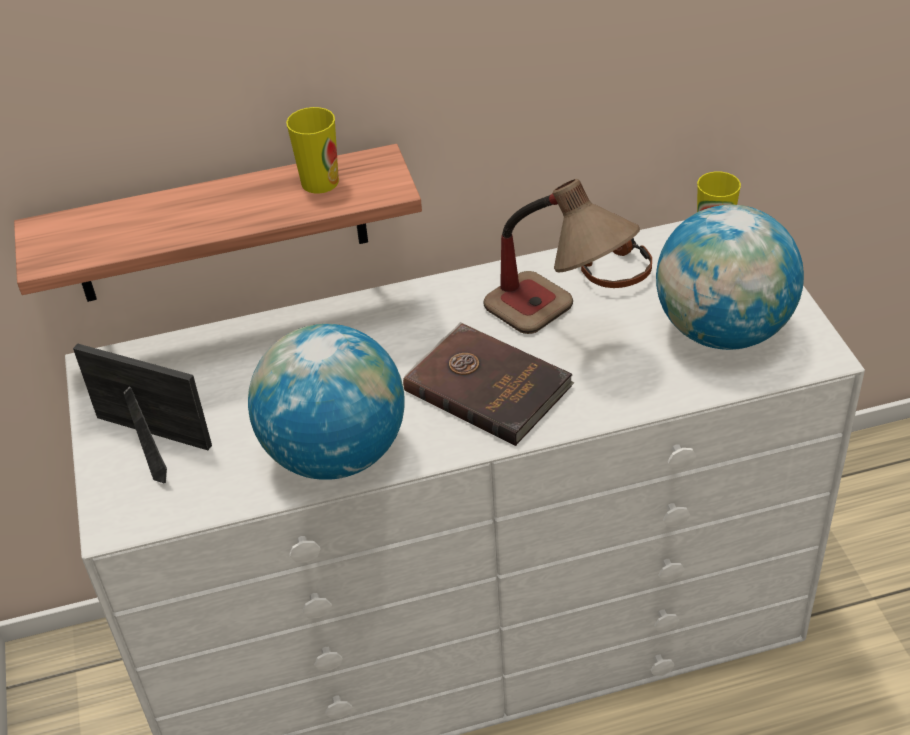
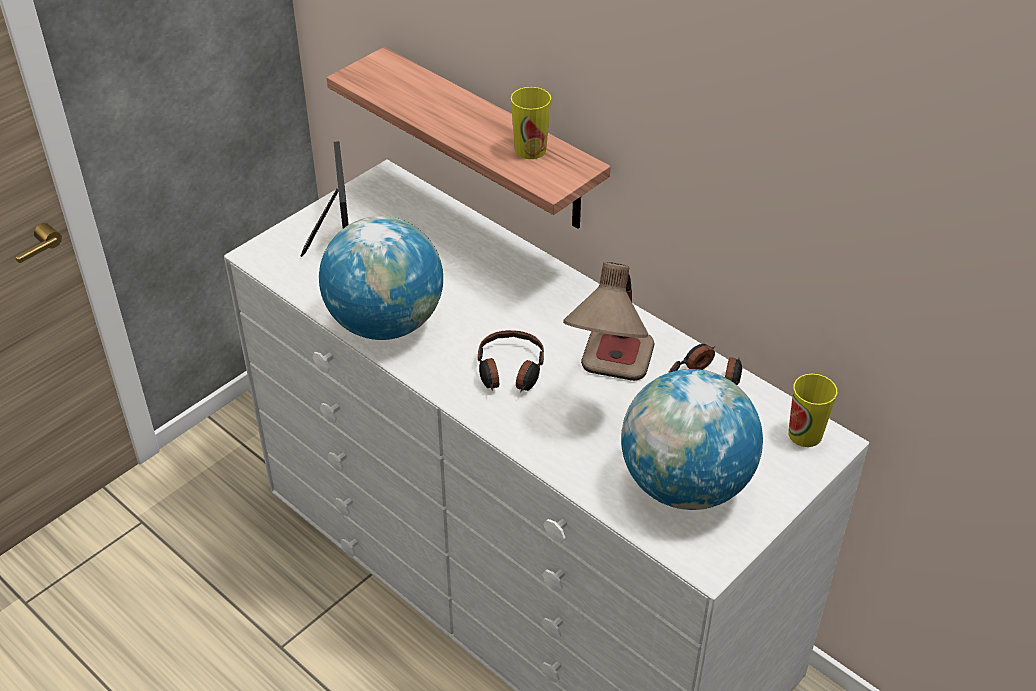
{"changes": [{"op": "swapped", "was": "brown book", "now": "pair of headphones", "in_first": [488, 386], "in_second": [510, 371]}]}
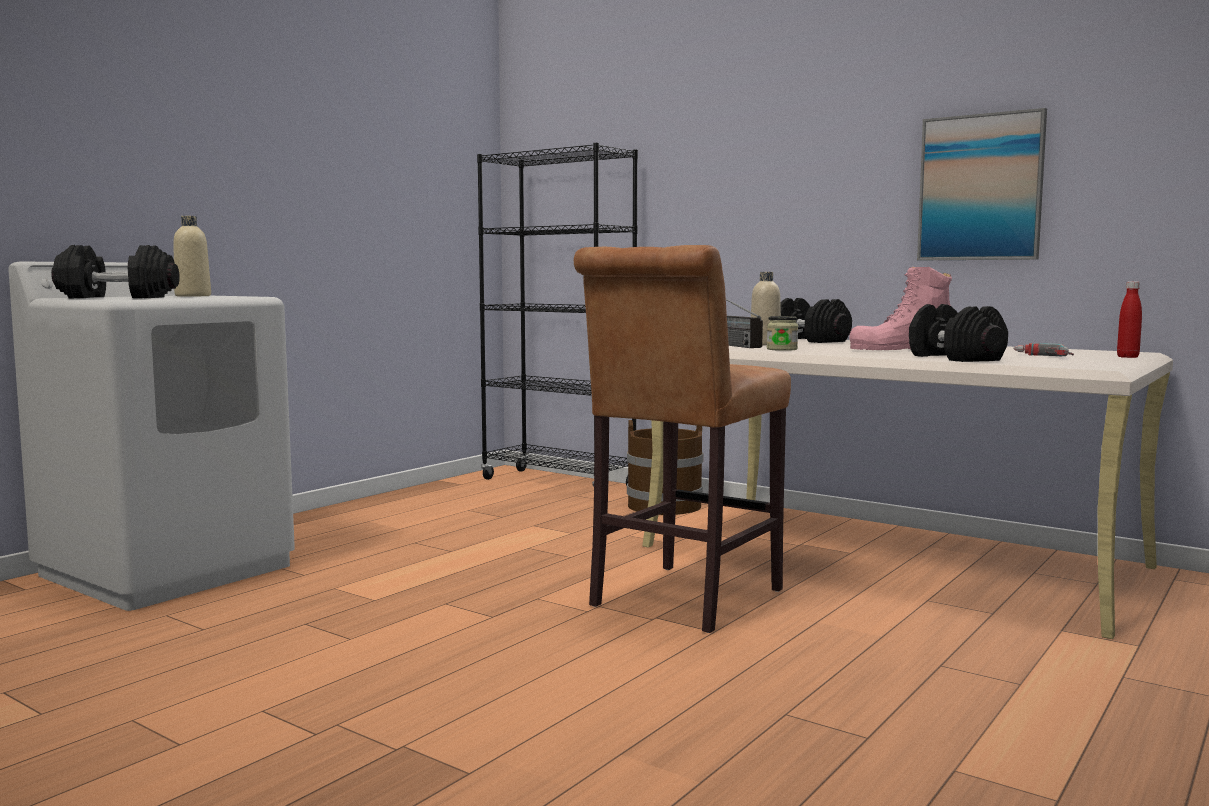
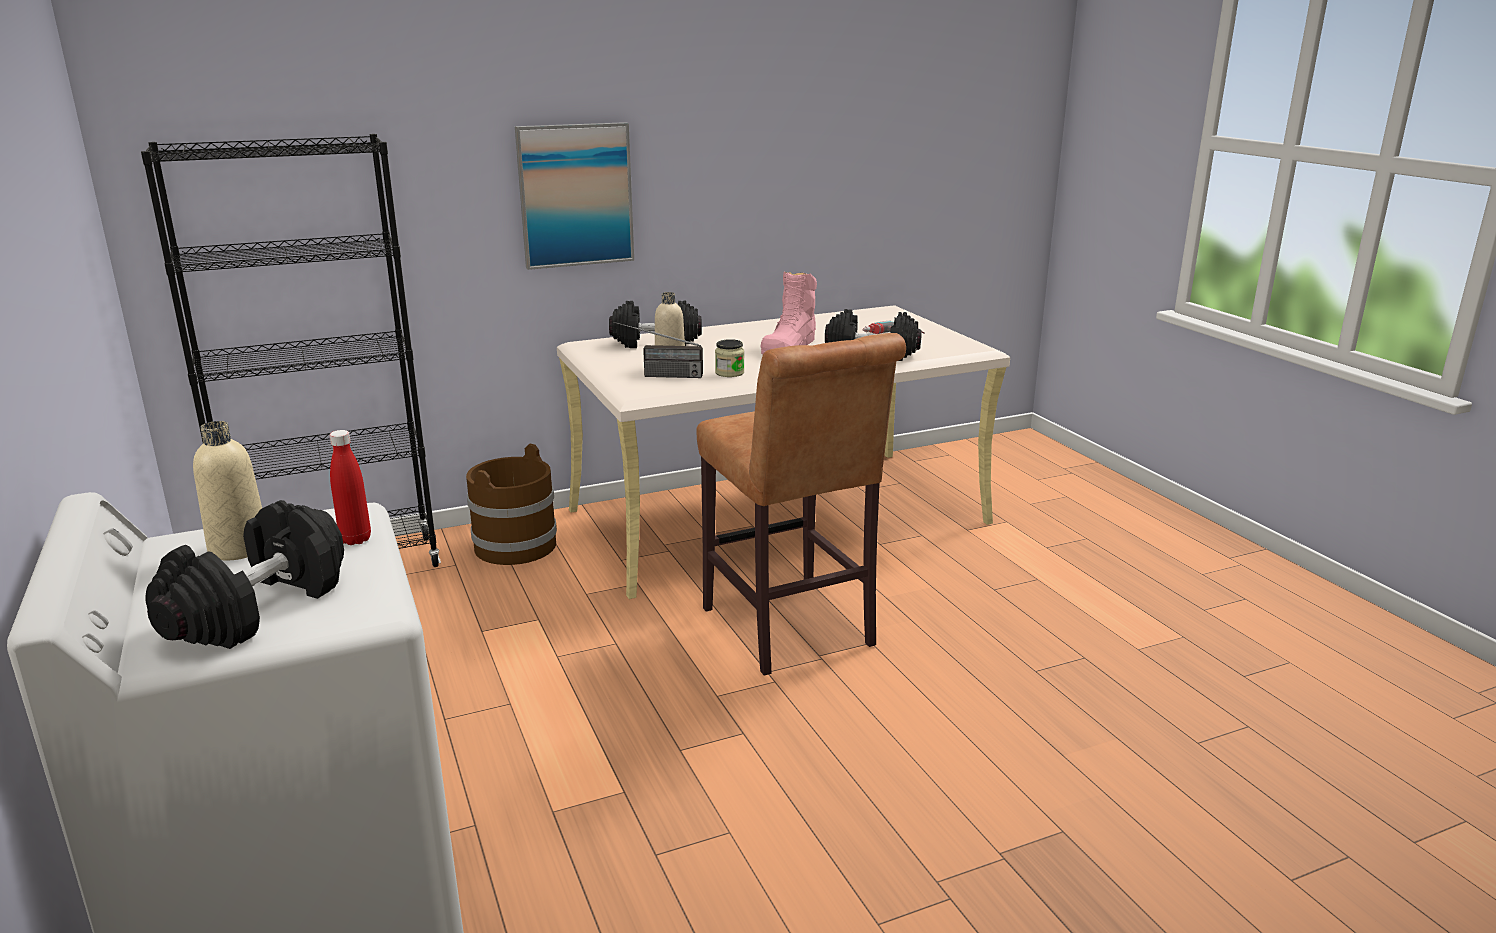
{"changes": [{"op": "shifted", "was": "reddish drink bottle", "in_first": [1127, 357], "in_second": [355, 539]}, {"op": "shifted", "was": "wall picture", "in_first": [980, 188], "in_second": [575, 195]}]}
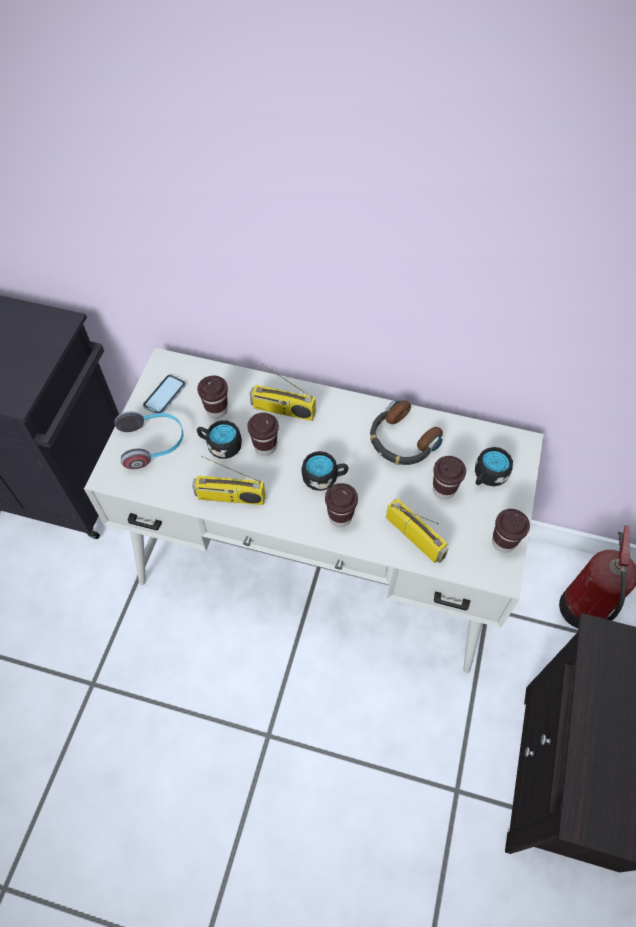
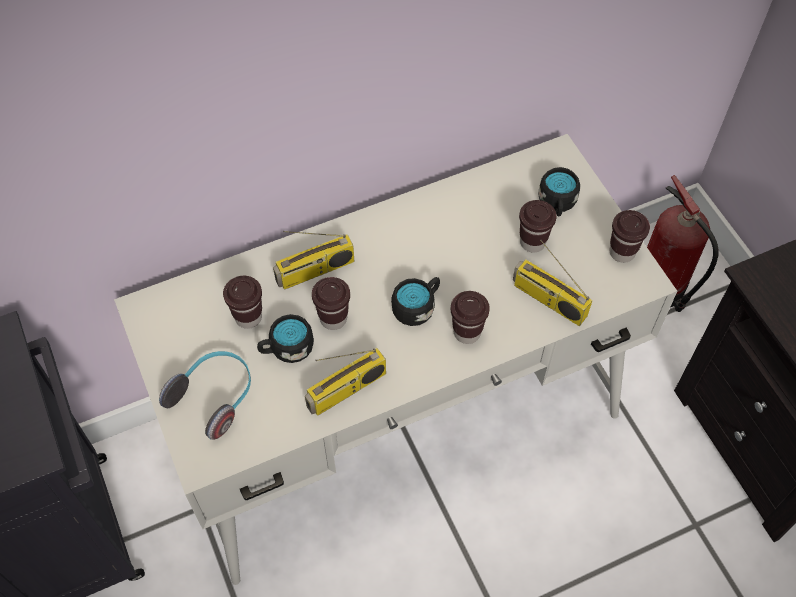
{"changes": [{"op": "rotated", "was": "radio", "in_first": [416, 536], "in_second": [548, 300], "clockwise": -150}, {"op": "gone", "was": "phone", "in_first": [165, 395]}, {"op": "gone", "was": "pair of headphones", "in_first": [401, 440]}]}
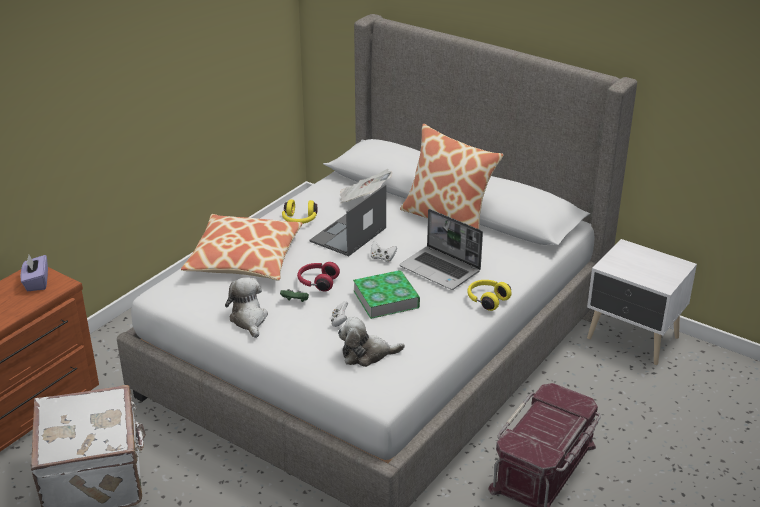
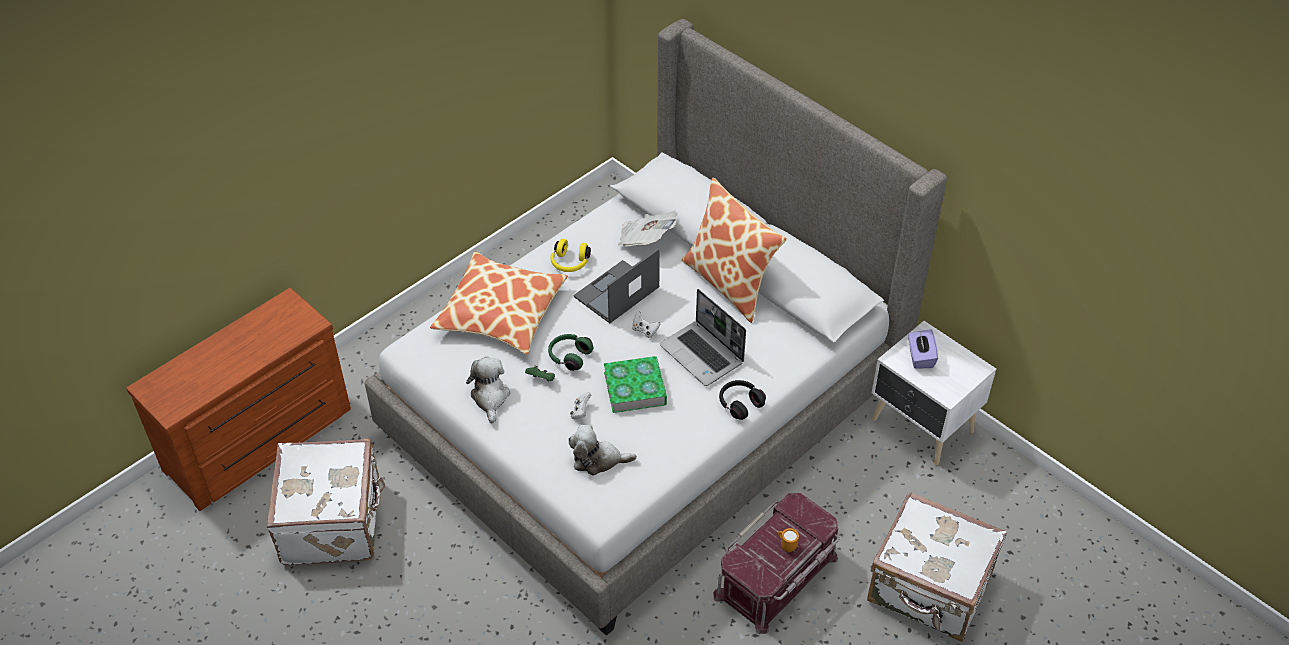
{"changes": [{"op": "repainted", "was": "reddish pair of headphones", "now": "green pair of headphones", "in_first": [317, 282], "in_second": [569, 356]}, {"op": "repainted", "was": "yellow pair of headphones", "now": "blackish pair of headphones", "in_first": [486, 300], "in_second": [739, 403]}, {"op": "new", "now": "orange mug", "in_second": [786, 546]}, {"op": "new", "now": "white piece of luggage", "in_second": [929, 589]}, {"op": "shifted", "was": "purplish tissue holder", "in_first": [36, 282], "in_second": [920, 357]}]}
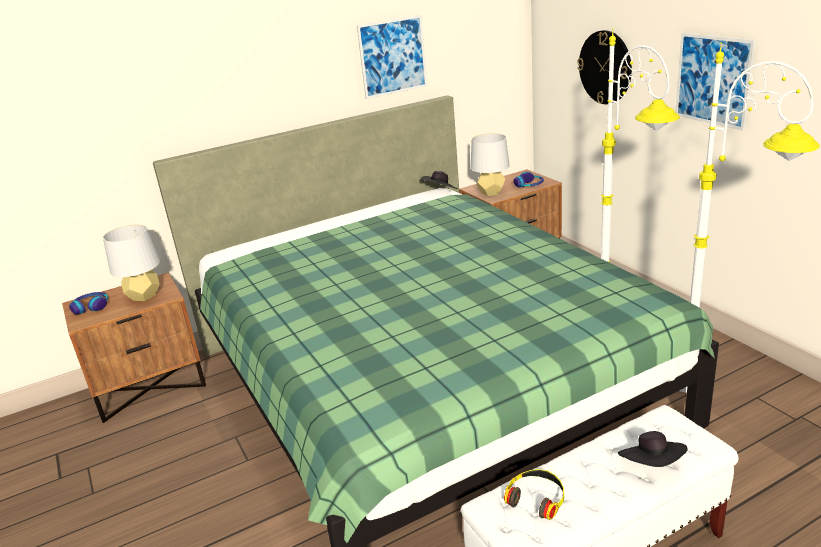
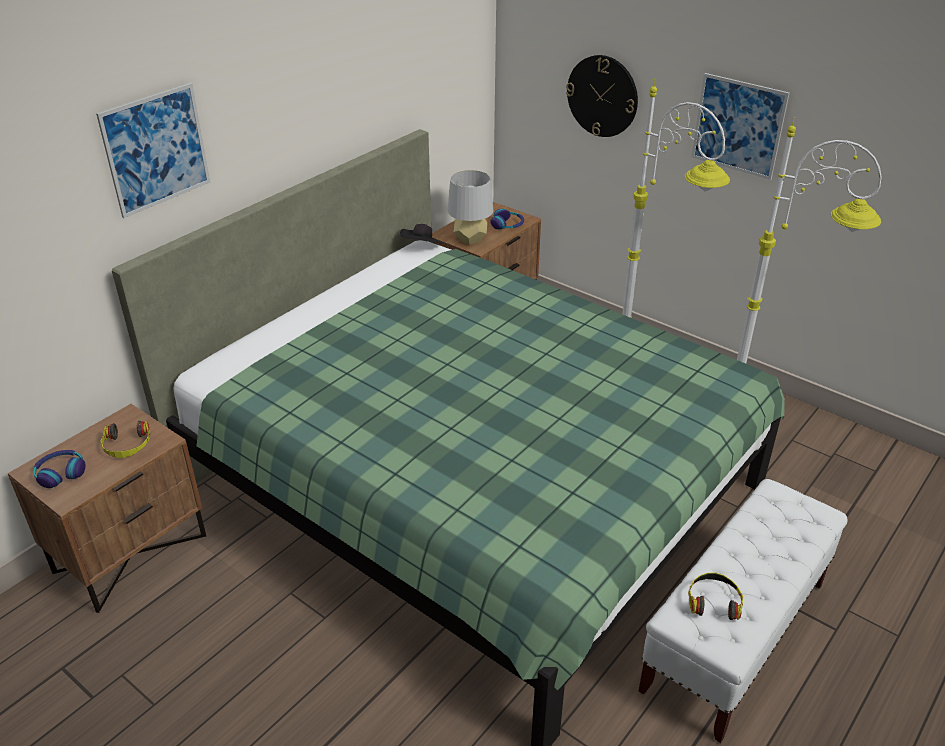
{"changes": [{"op": "shifted", "was": "wall picture", "in_first": [392, 56], "in_second": [156, 150]}, {"op": "swapped", "was": "greyish table lamp", "now": "pair of headphones", "in_first": [144, 296], "in_second": [127, 445]}, {"op": "gone", "was": "blackish hat", "in_first": [652, 465]}]}
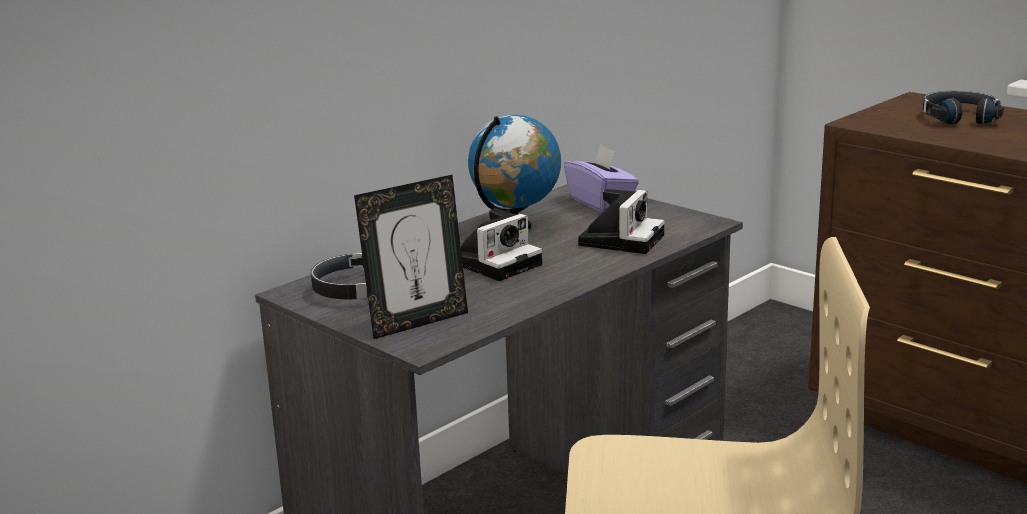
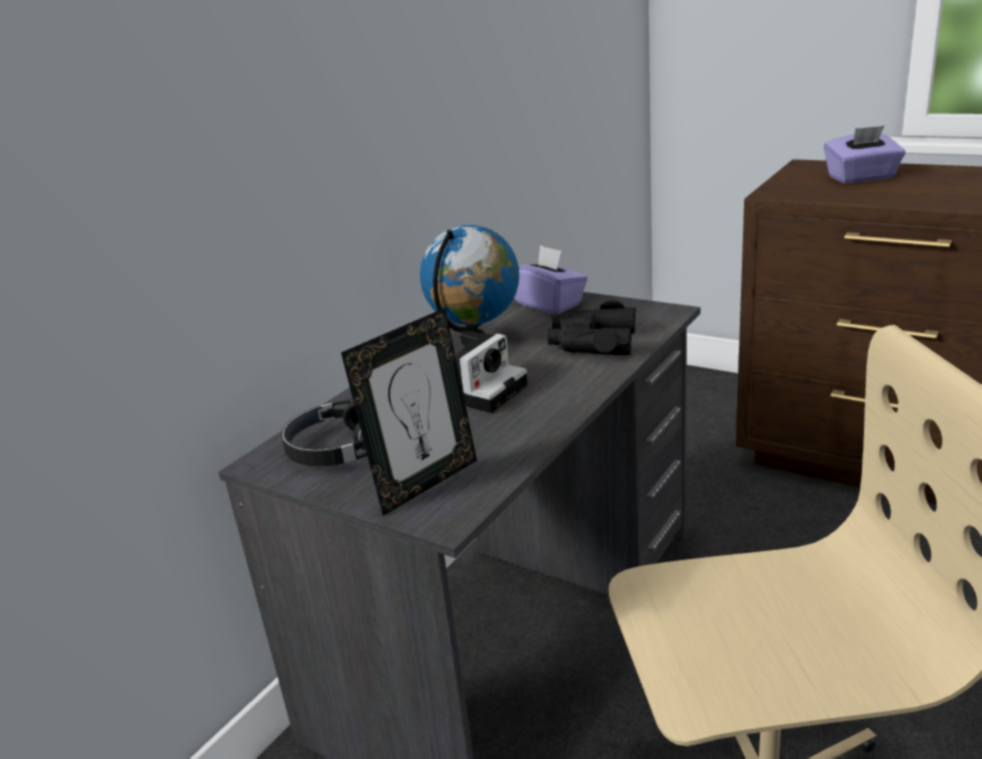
{"changes": [{"op": "swapped", "was": "photo camera", "now": "blackish pair of binoculars", "in_first": [621, 239], "in_second": [592, 342]}, {"op": "swapped", "was": "blackish pair of headphones", "now": "purplish tissue holder", "in_first": [959, 117], "in_second": [861, 178]}]}
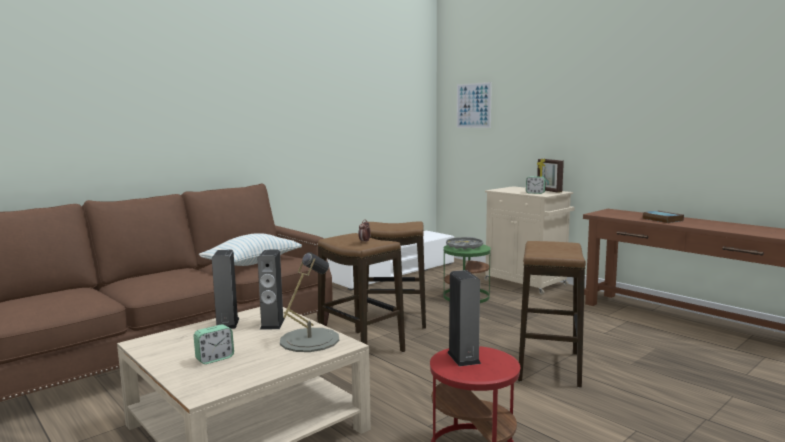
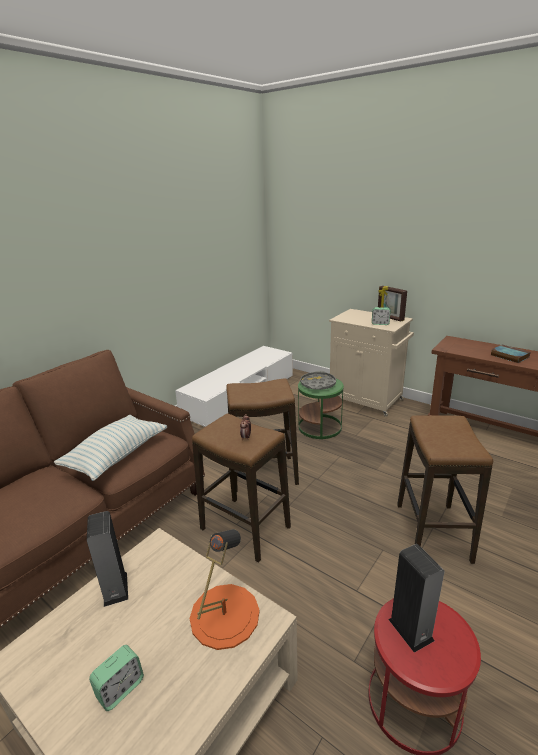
{"changes": [{"op": "repainted", "was": "greyish table lamp", "now": "orange table lamp", "in_first": [309, 340], "in_second": [224, 615]}, {"op": "gone", "was": "speaker", "in_first": [272, 324]}, {"op": "gone", "was": "wall picture", "in_first": [473, 105]}]}
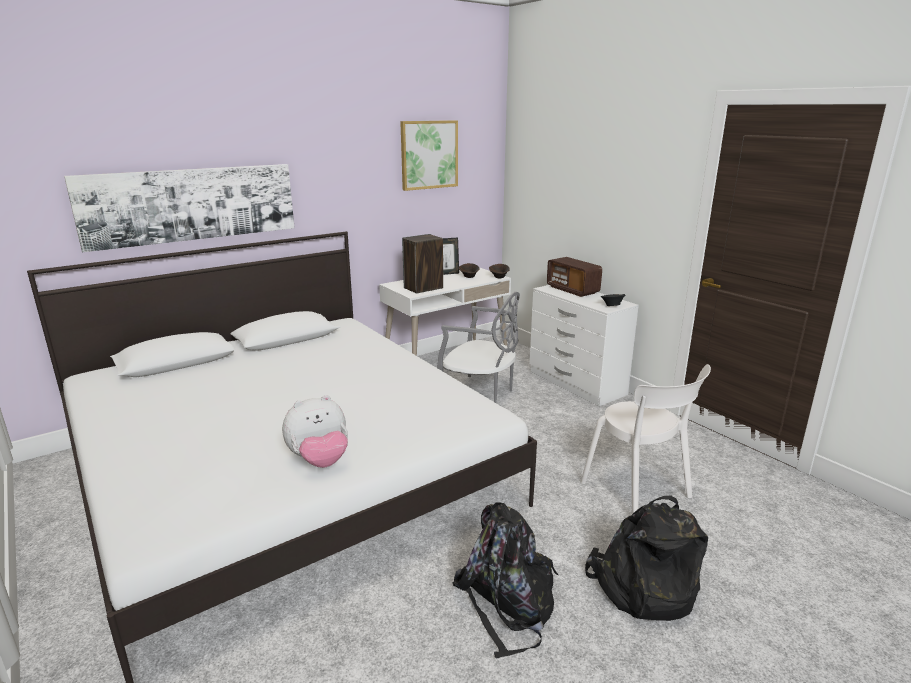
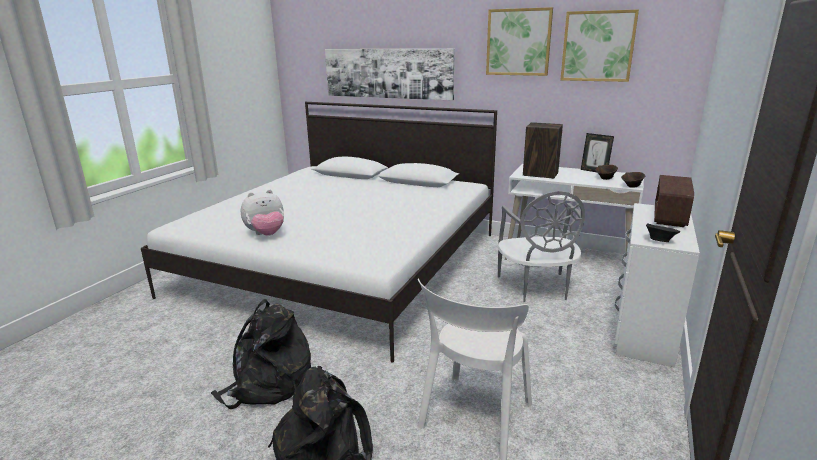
{"changes": [{"op": "rotated", "was": "cuddly toy", "in_first": [320, 461], "in_second": [266, 234], "clockwise": -60}, {"op": "new", "now": "wall picture", "in_second": [518, 42]}]}
